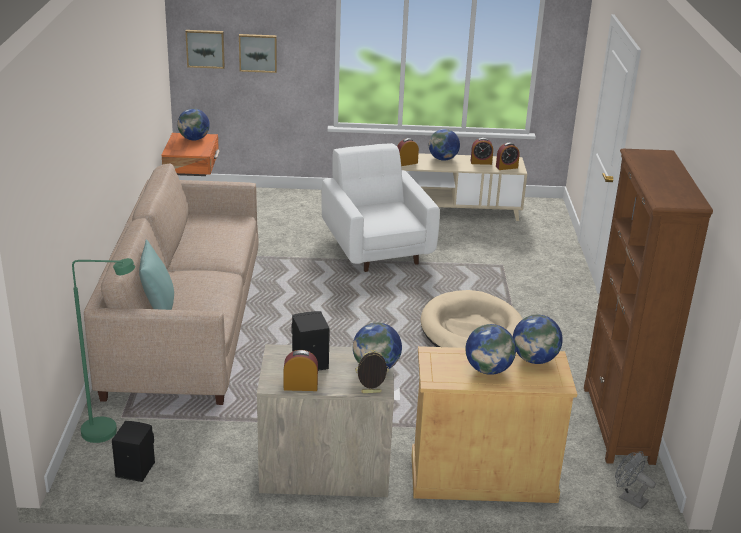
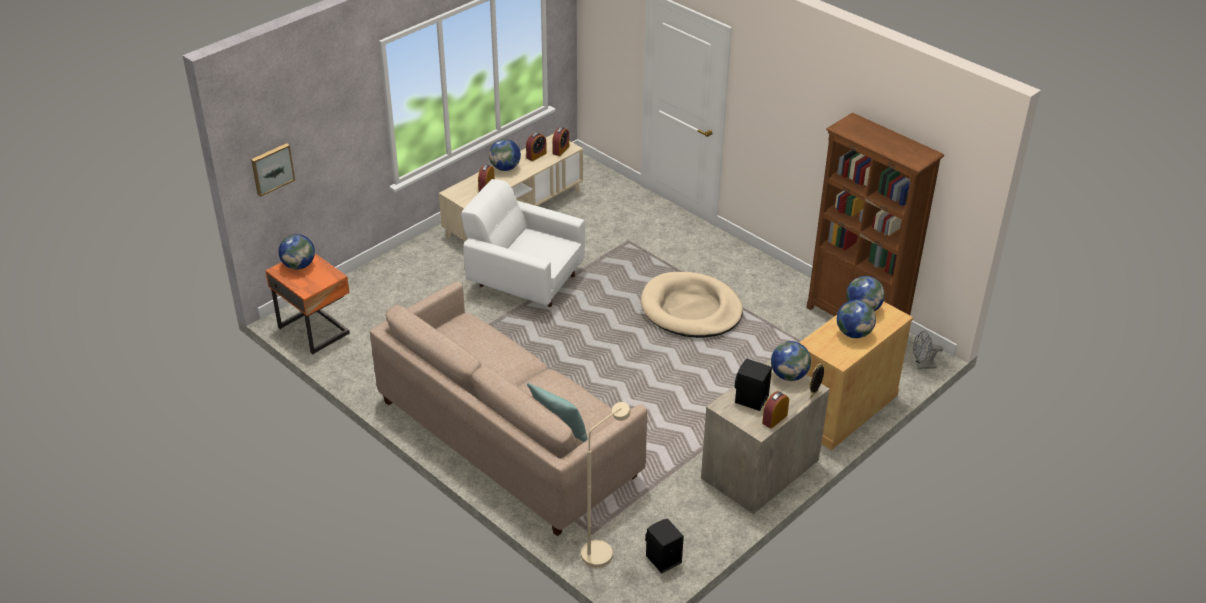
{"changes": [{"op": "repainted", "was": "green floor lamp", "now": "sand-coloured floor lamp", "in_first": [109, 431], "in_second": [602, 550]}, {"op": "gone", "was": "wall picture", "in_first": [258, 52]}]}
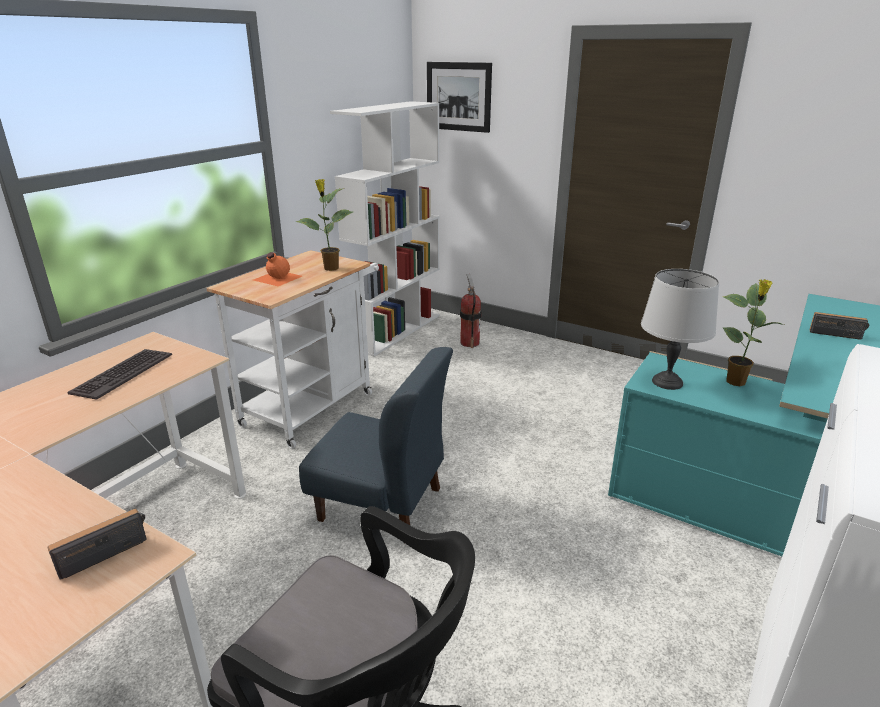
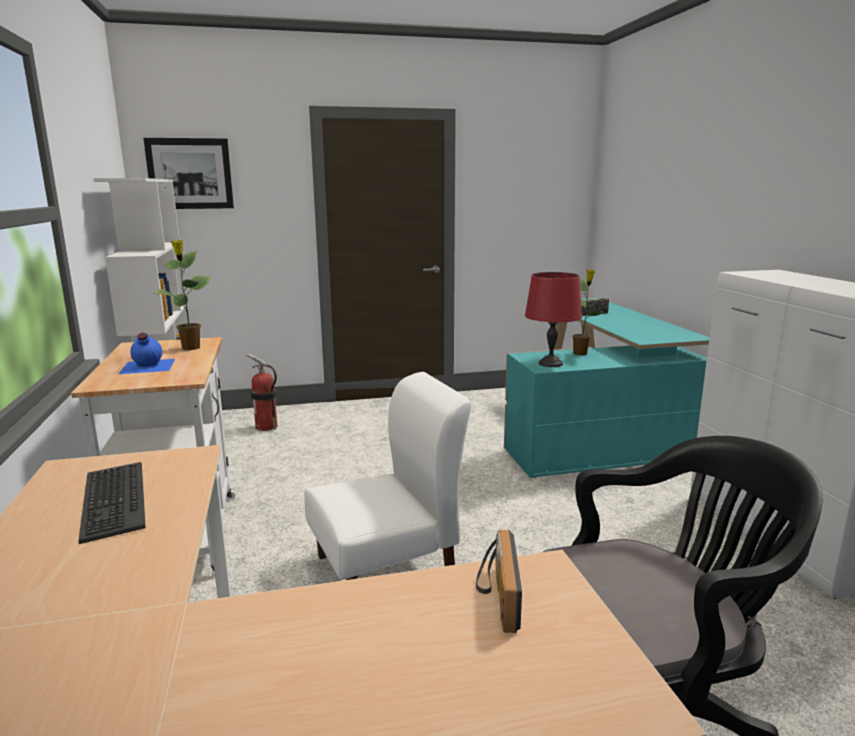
{"changes": [{"op": "repainted", "was": "orange drink bottle", "now": "bluish drink bottle", "in_first": [276, 278], "in_second": [146, 366]}, {"op": "repainted", "was": "bluish plain chair", "now": "white plain chair", "in_first": [381, 504], "in_second": [387, 567]}, {"op": "repainted", "was": "greyish table lamp", "now": "reddish table lamp", "in_first": [666, 382], "in_second": [550, 363]}]}
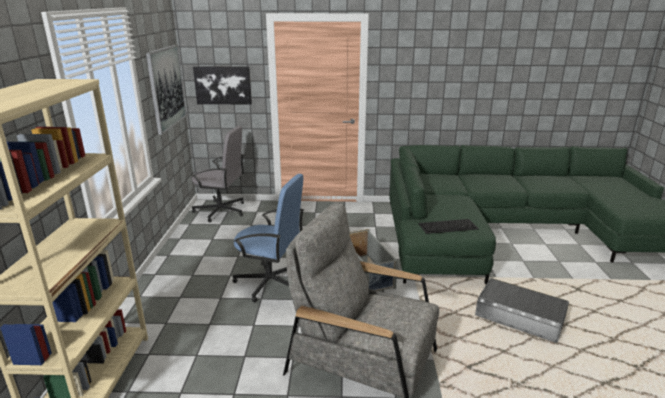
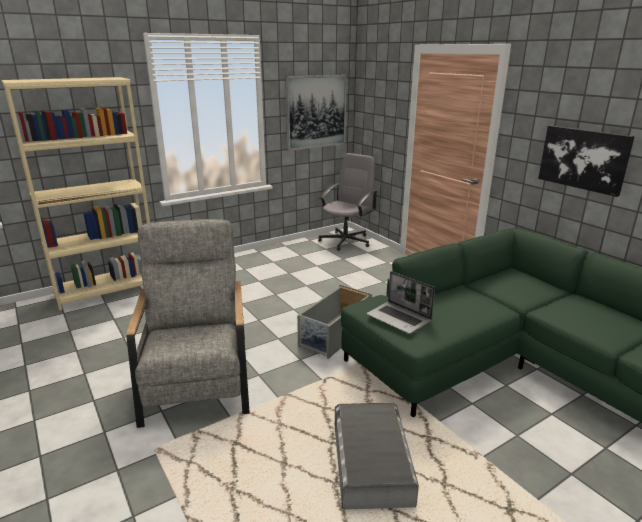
{"changes": [{"op": "rotated", "was": "greyish desk chair", "in_first": [221, 211], "in_second": [346, 241], "clockwise": -120}, {"op": "swapped", "was": "computer keyboard", "now": "notebook computer", "in_first": [448, 226], "in_second": [399, 318]}, {"op": "shifted", "was": "wall picture", "in_first": [223, 85], "in_second": [583, 159]}, {"op": "gone", "was": "bluish desk chair", "in_first": [270, 282]}]}
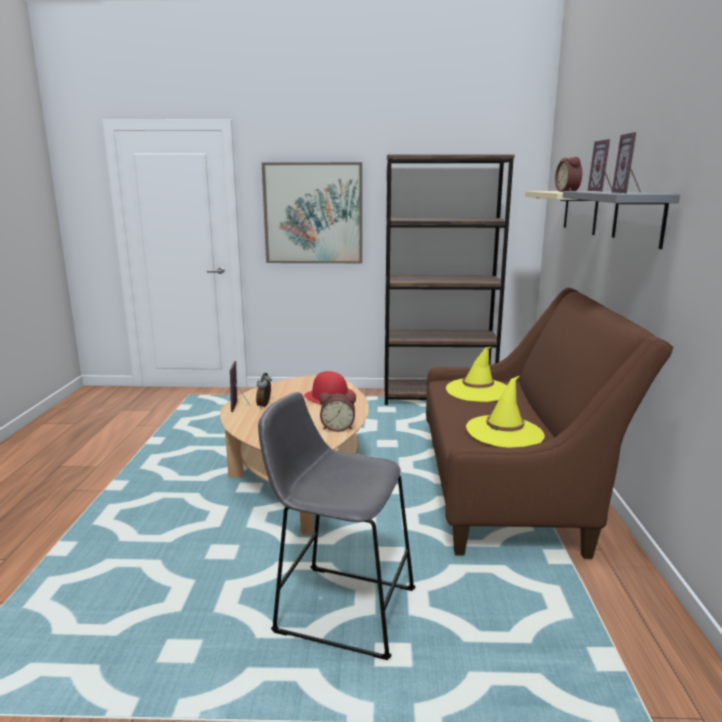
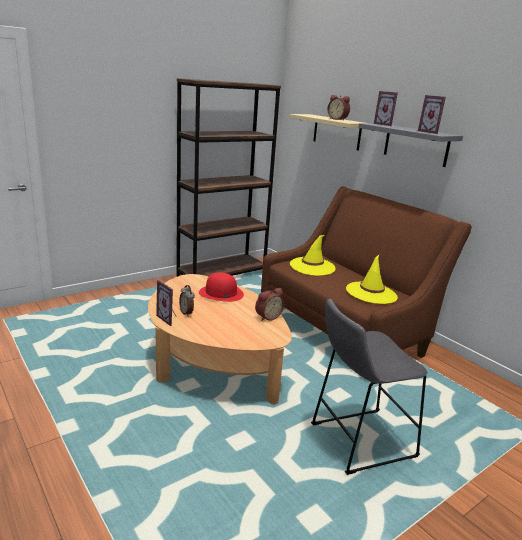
{"changes": [{"op": "gone", "was": "wall picture", "in_first": [313, 213]}]}
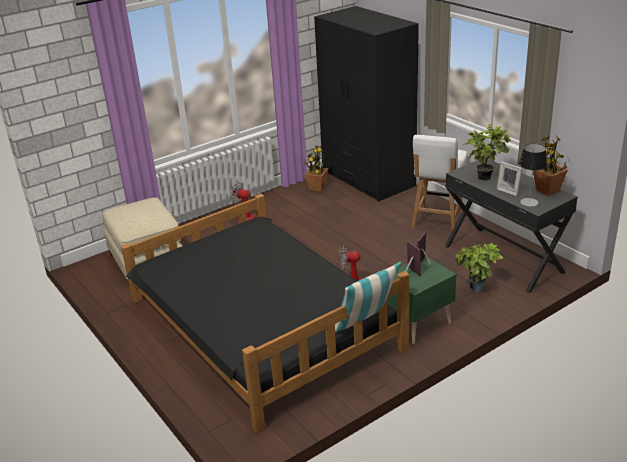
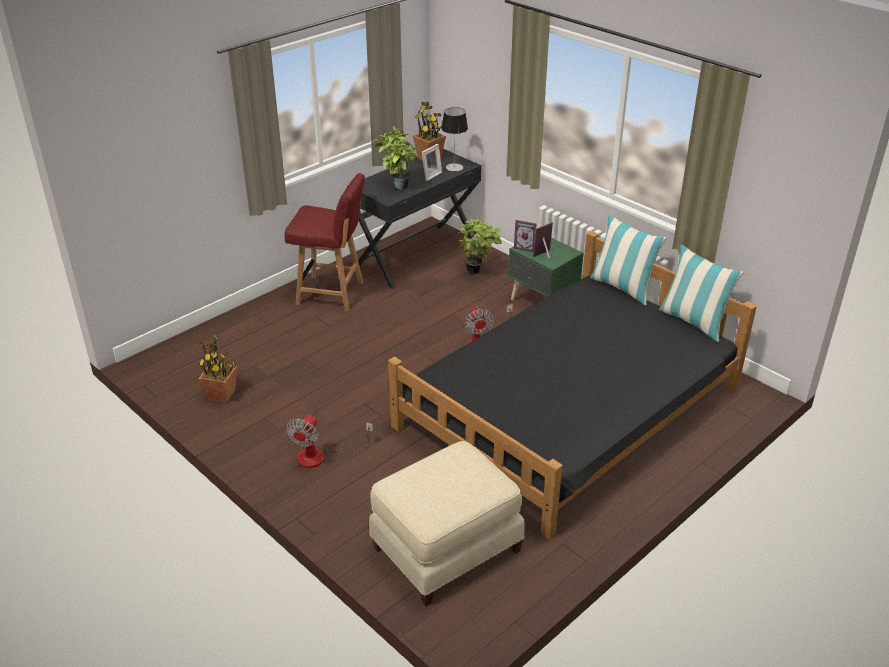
{"changes": [{"op": "repainted", "was": "white plain chair", "now": "reddish plain chair", "in_first": [437, 220], "in_second": [332, 293]}, {"op": "new", "now": "throw pillow", "in_second": [693, 321]}, {"op": "gone", "was": "blackish wardrobe", "in_first": [368, 179]}]}
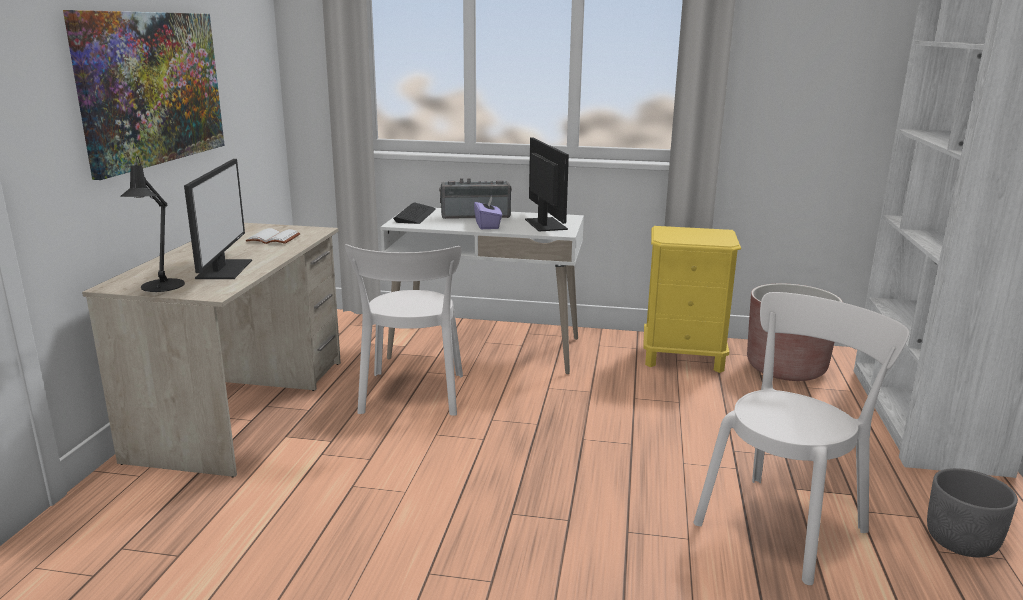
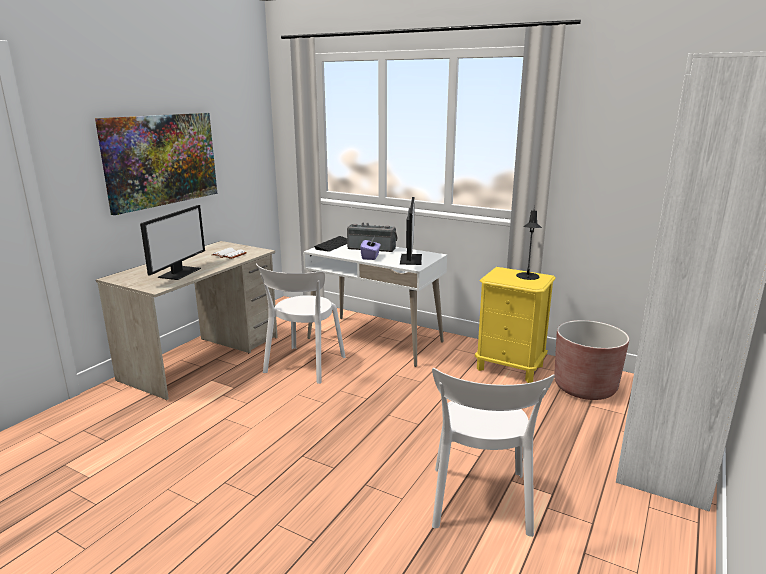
{"changes": [{"op": "rotated", "was": "white plain chair", "in_first": [784, 523], "in_second": [480, 503], "clockwise": 120}, {"op": "shifted", "was": "blackish table lamp", "in_first": [160, 287], "in_second": [527, 277]}, {"op": "gone", "was": "greyish flower pot", "in_first": [962, 542]}]}
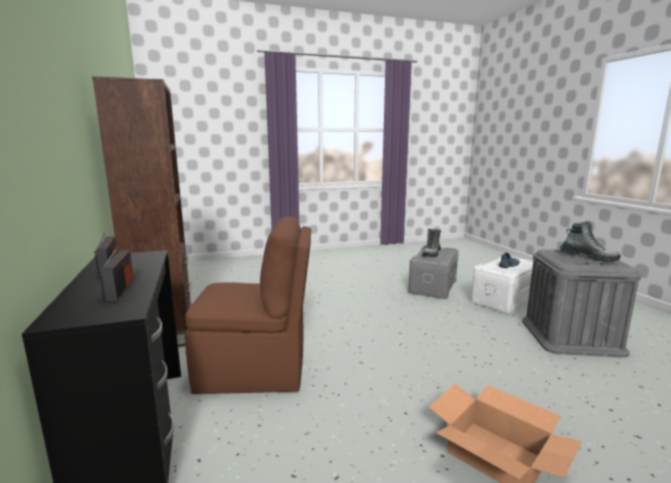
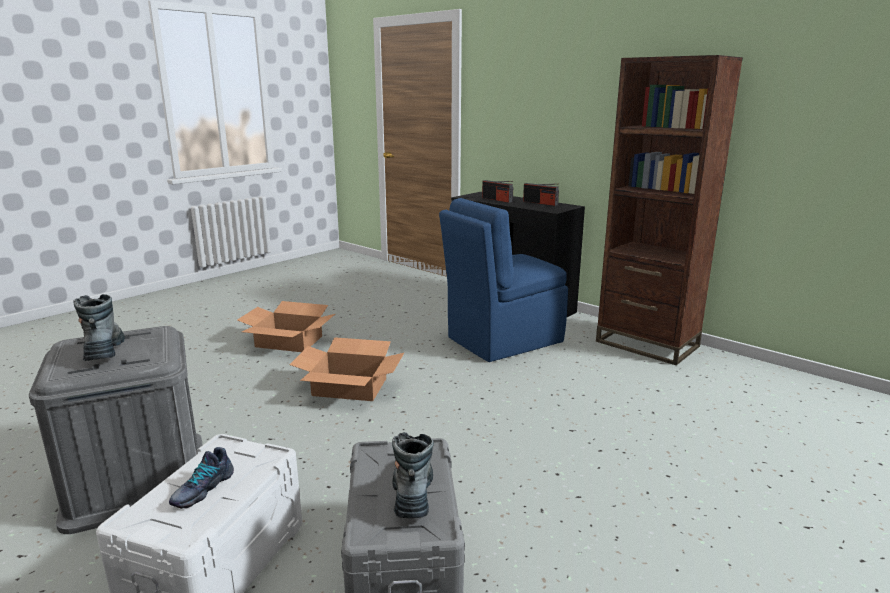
{"changes": [{"op": "rotated", "was": "tall boot", "in_first": [588, 257], "in_second": [104, 350], "clockwise": 60}, {"op": "new", "now": "cardboard box", "in_second": [349, 387]}, {"op": "repainted", "was": "brown plain chair", "now": "bluish plain chair", "in_first": [256, 371], "in_second": [502, 340]}]}
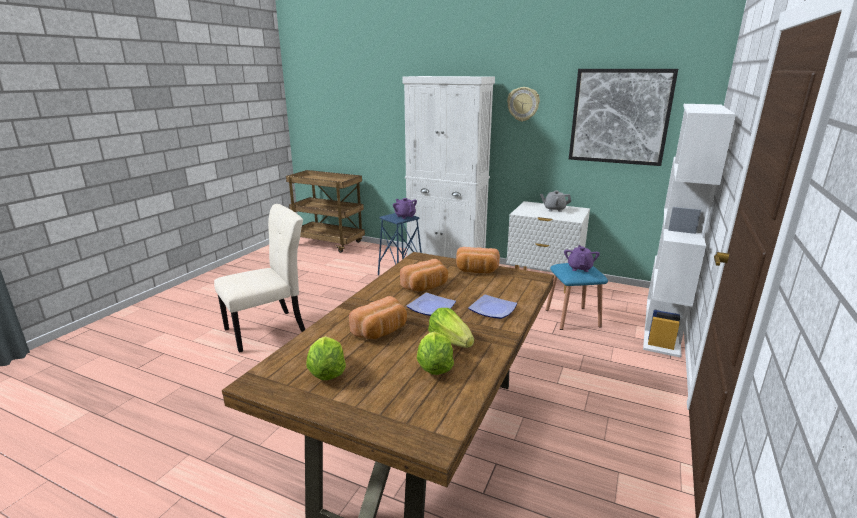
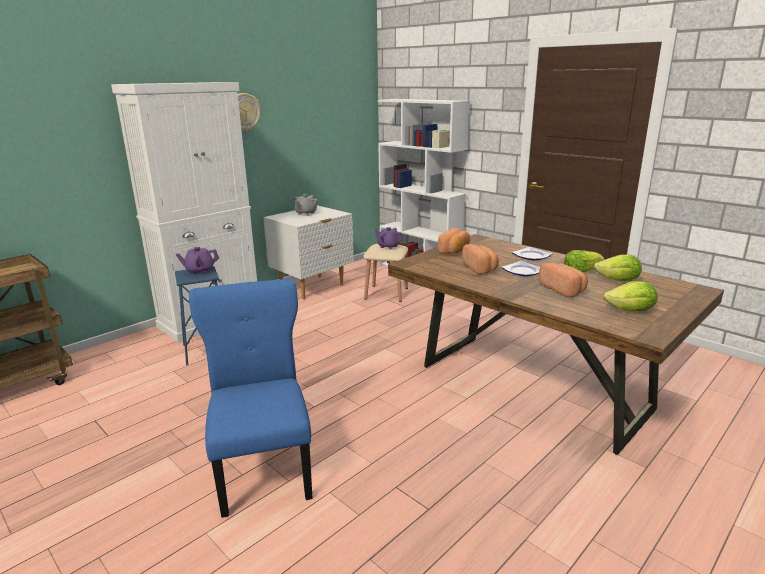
{"changes": [{"op": "repainted", "was": "sand-coloured plain chair", "now": "bluish plain chair", "in_first": [269, 330], "in_second": [264, 468]}, {"op": "repainted", "was": "bluish stool", "now": "sand-coloured stool", "in_first": [572, 318], "in_second": [386, 293]}, {"op": "gone", "was": "wall picture", "in_first": [619, 116]}]}
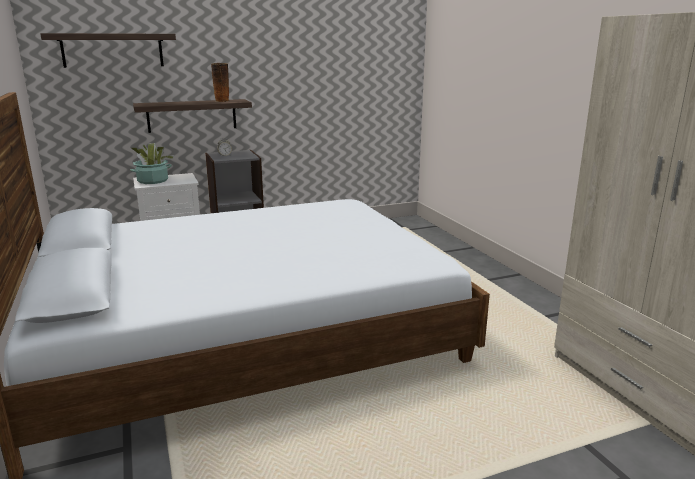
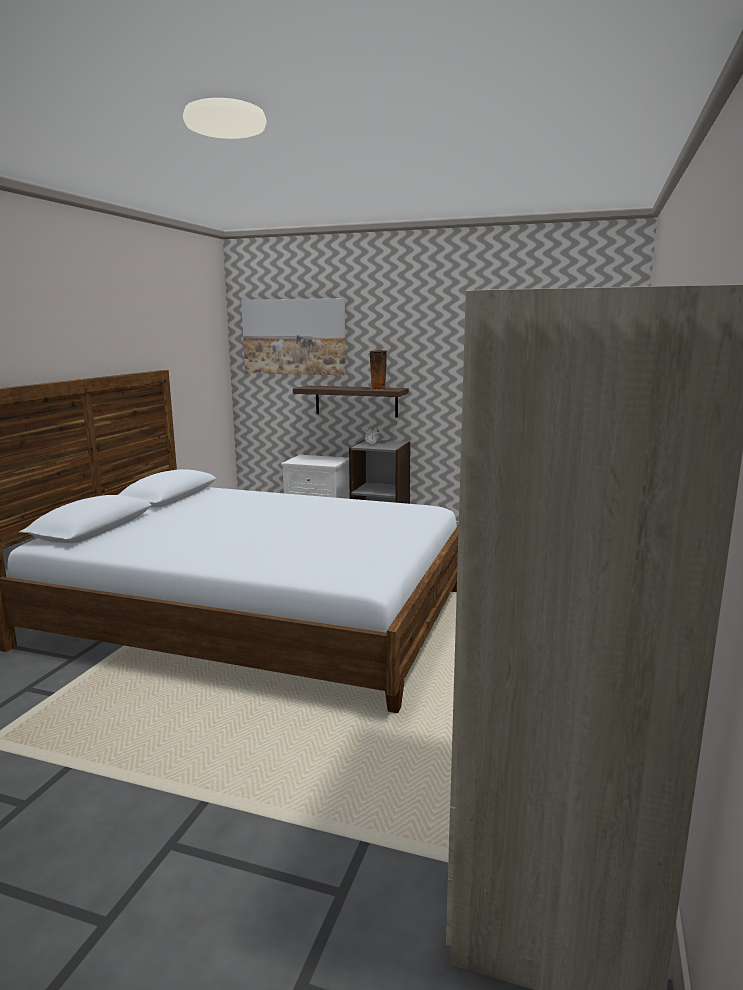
{"changes": [{"op": "swapped", "was": "shelf", "now": "wall picture", "in_first": [112, 50], "in_second": [294, 337]}, {"op": "gone", "was": "potted plant", "in_first": [152, 181]}]}
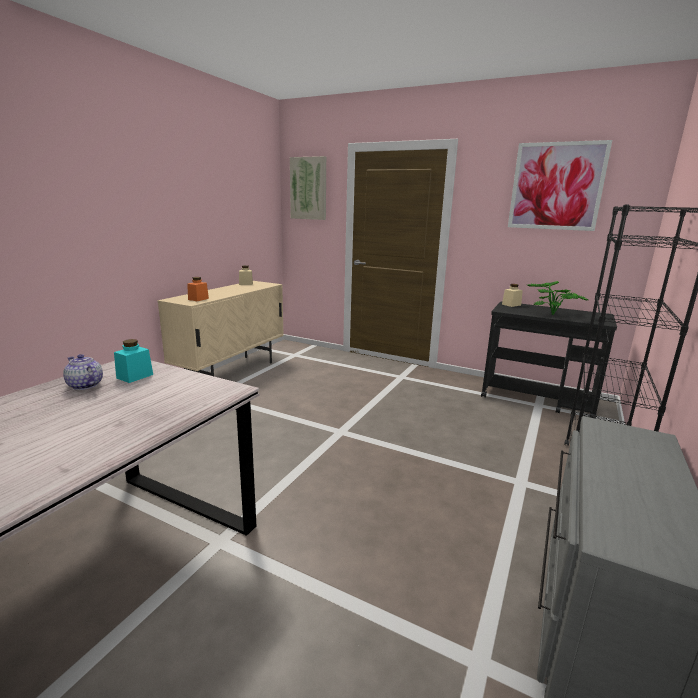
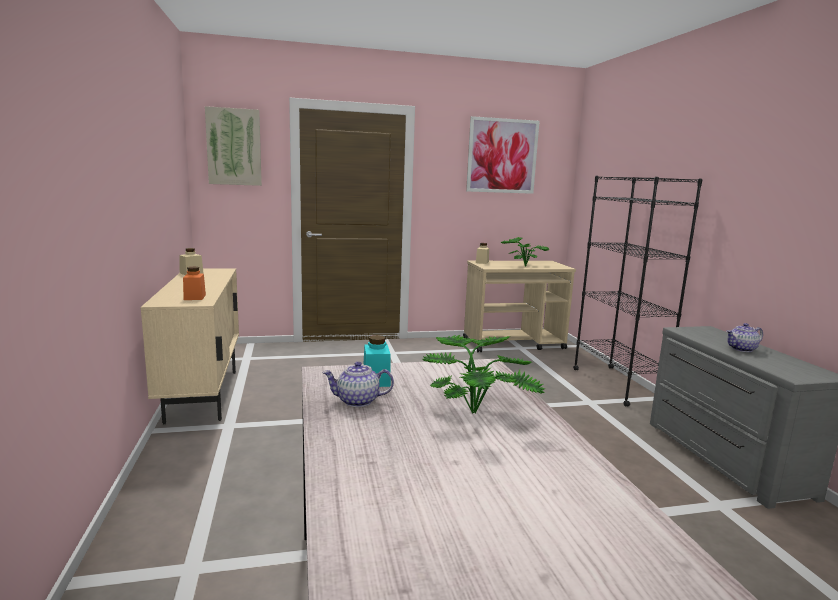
{"changes": [{"op": "new", "now": "potted plant", "in_second": [477, 410]}, {"op": "repainted", "was": "blackish trolley", "now": "sand-coloured trolley", "in_first": [538, 399], "in_second": [514, 343]}, {"op": "new", "now": "tea pot", "in_second": [741, 349]}]}
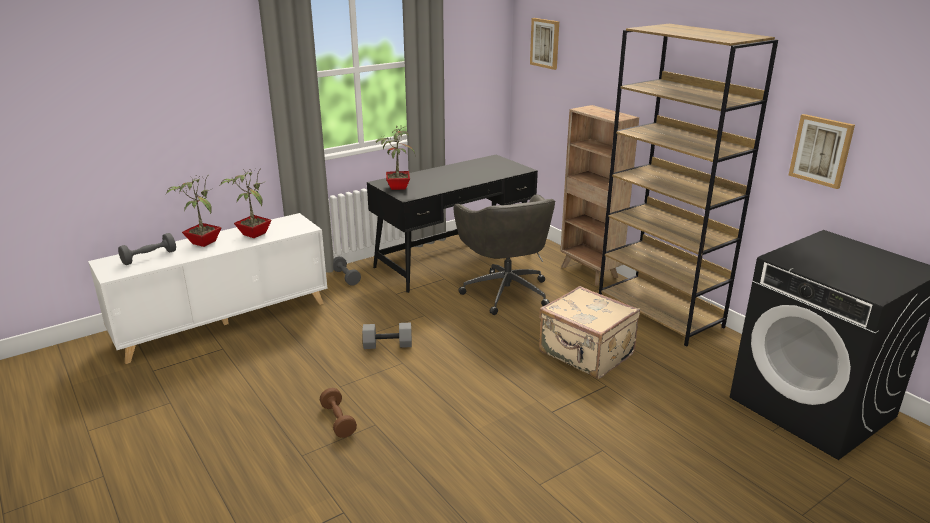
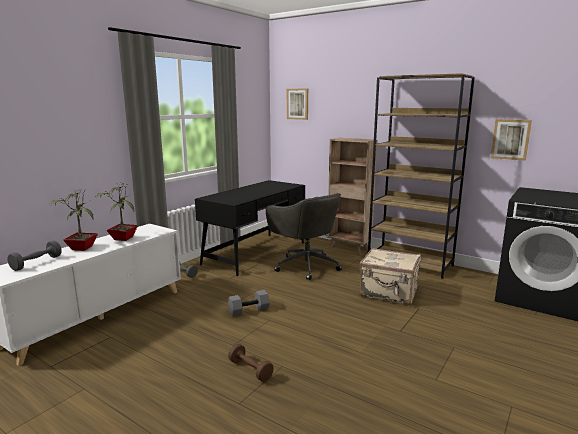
{"changes": [{"op": "gone", "was": "potted plant", "in_first": [397, 187]}]}
